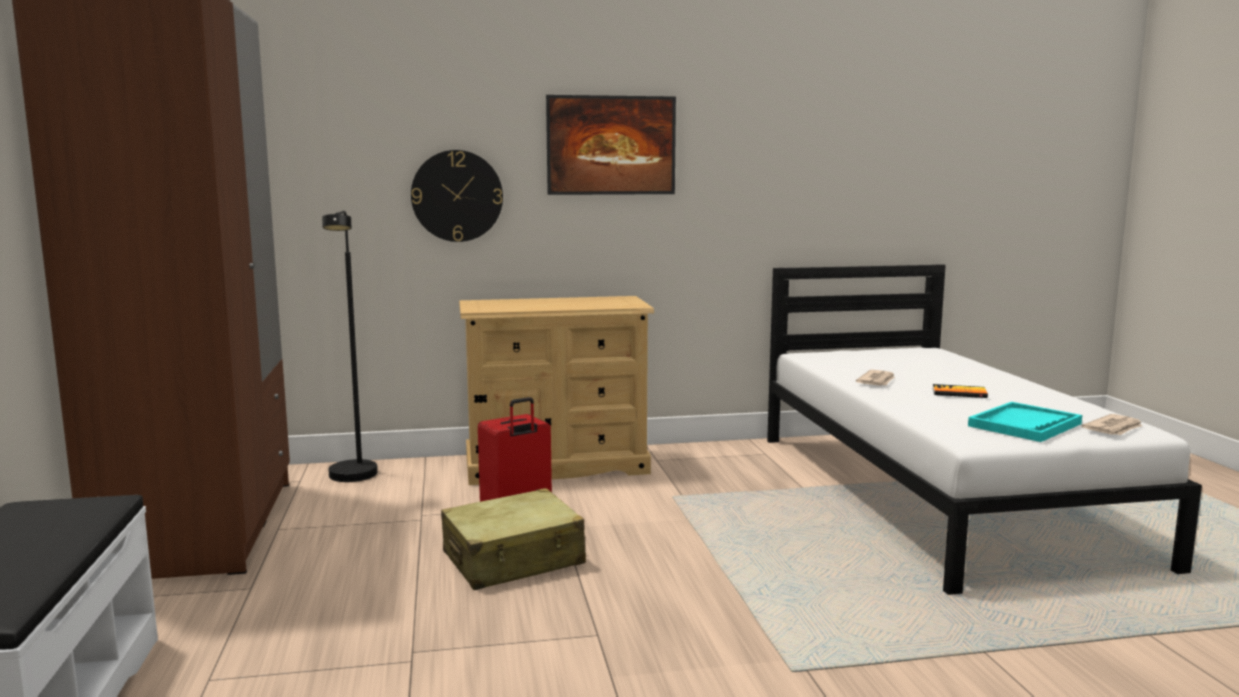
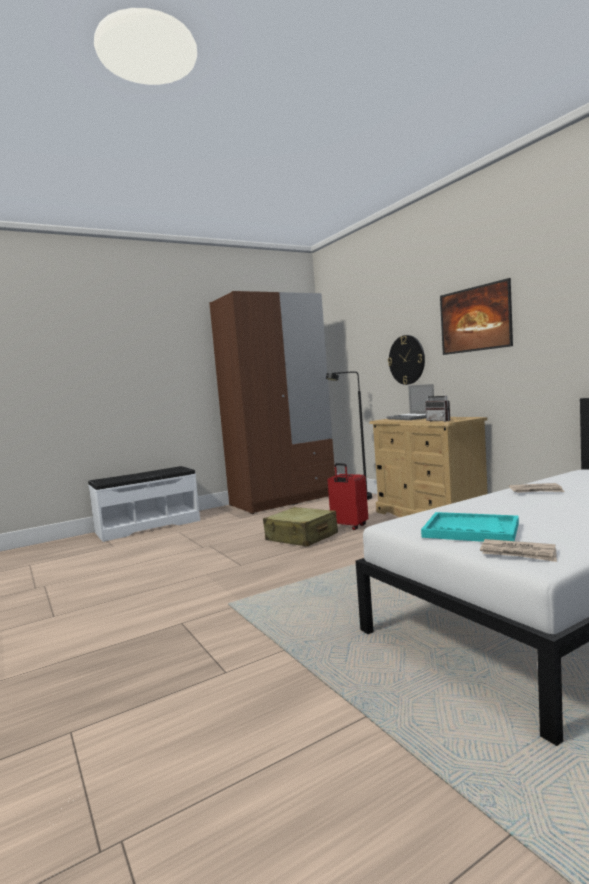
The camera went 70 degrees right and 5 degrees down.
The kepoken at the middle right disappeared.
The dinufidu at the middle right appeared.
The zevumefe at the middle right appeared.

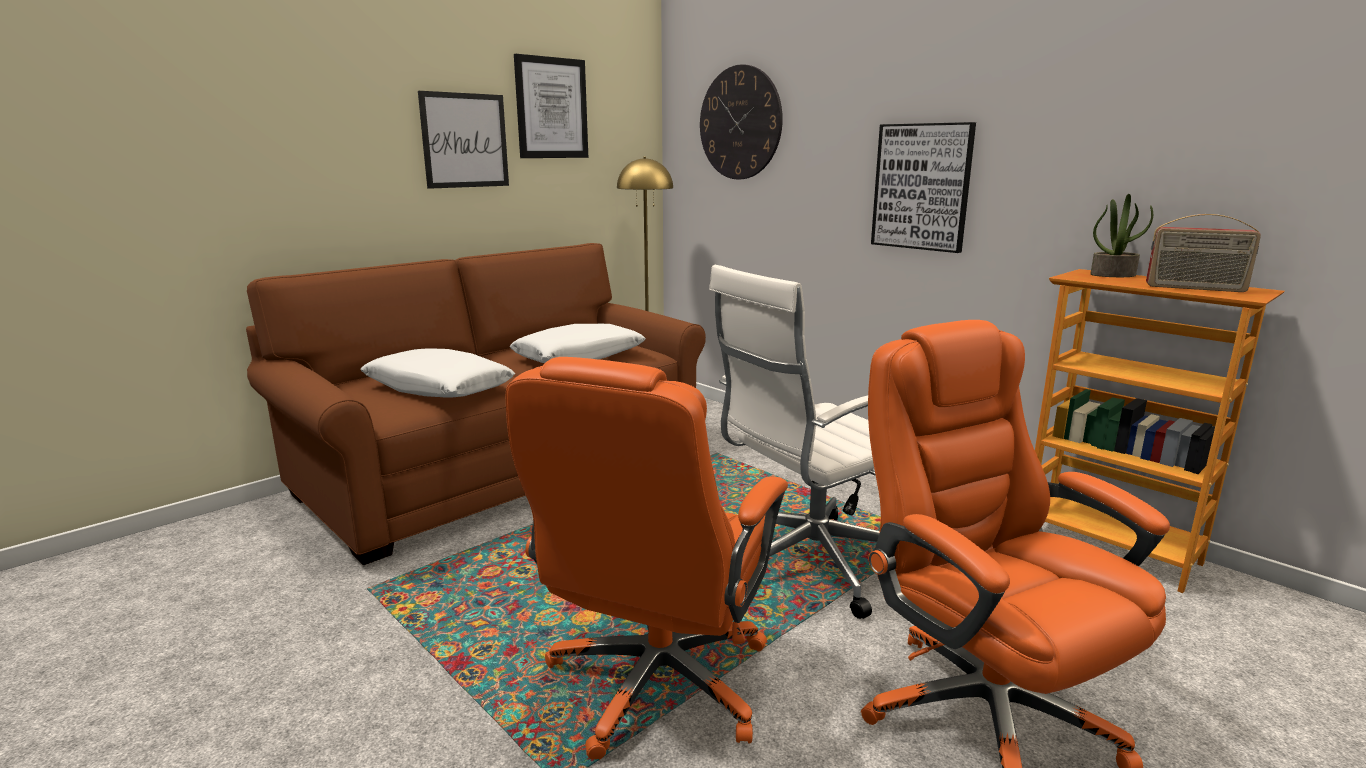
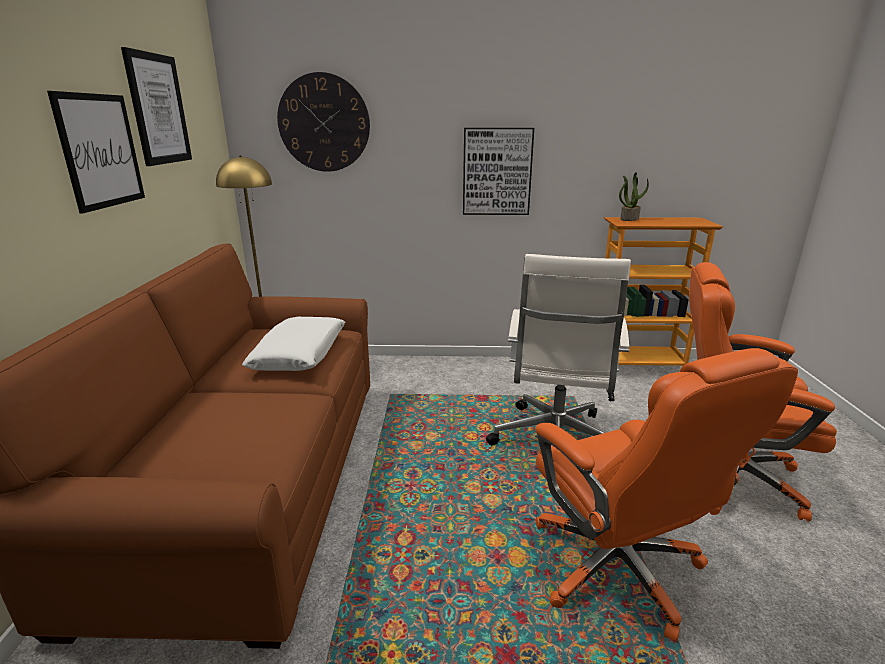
The camera went 45 degrees left and 5 degrees up.
The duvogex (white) (no. 1 from left) at the middle left disappeared.
The zevumefe at the top right disappeared.

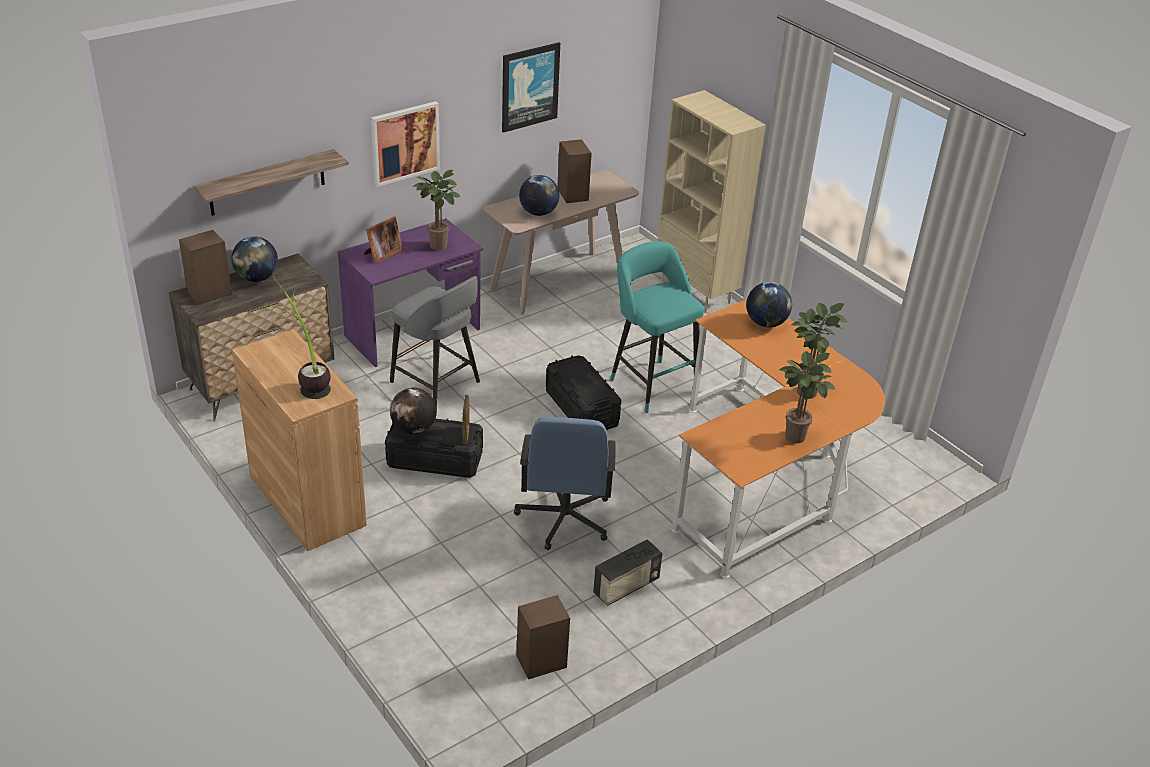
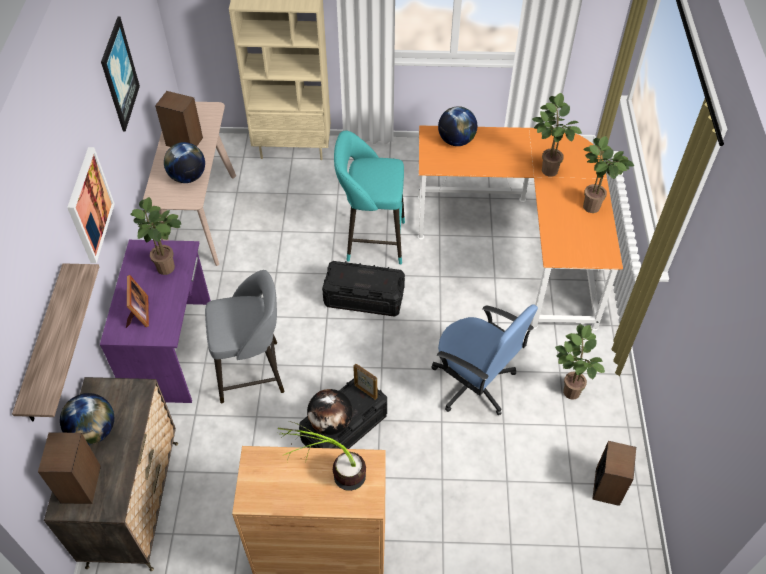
The camera went 50 degrees left and 15 degrees up.
The zevumefe at the bottom centre was replaced by the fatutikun (no. 4 from left) at the middle right.

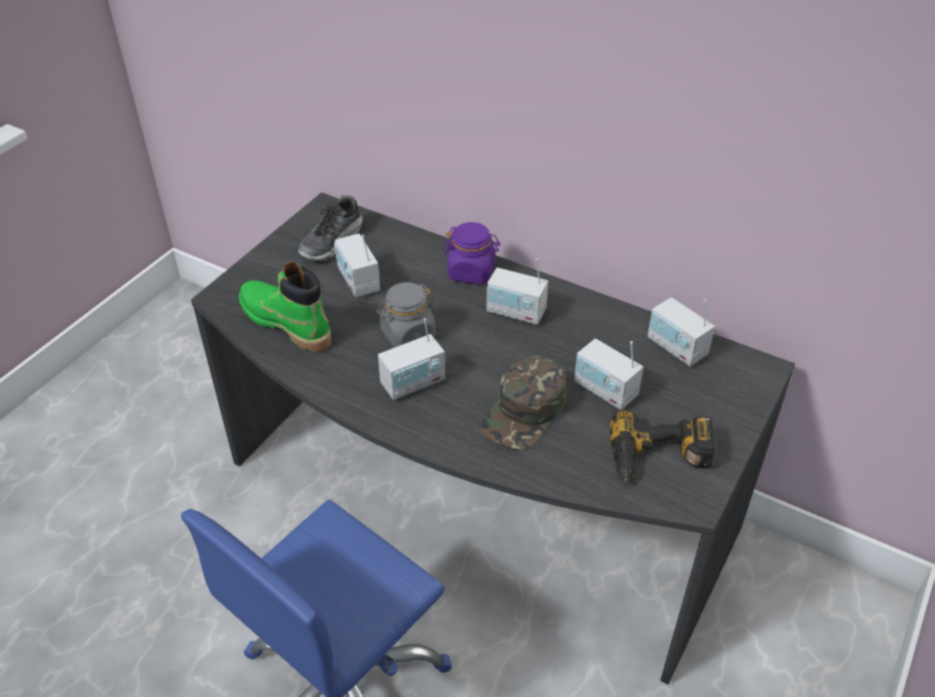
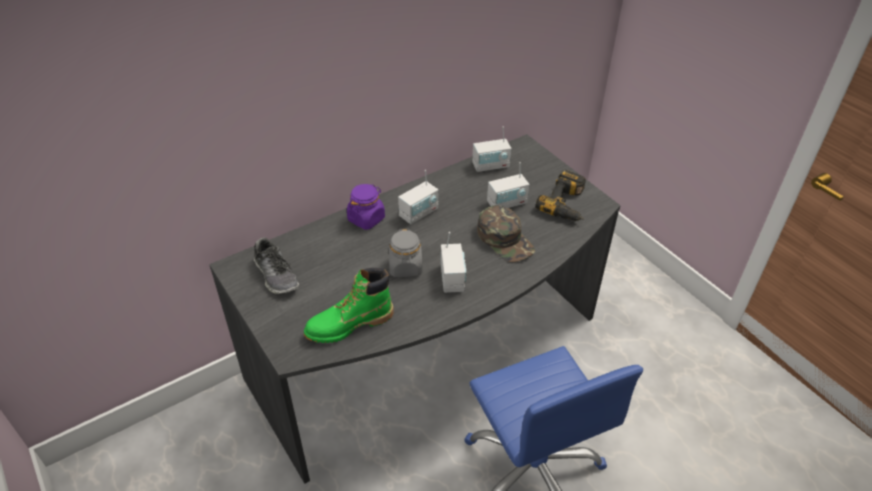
The camera went 65 degrees left and 0 degrees up.
The zevumefe (no. 1 from left) at the centre disappeared.

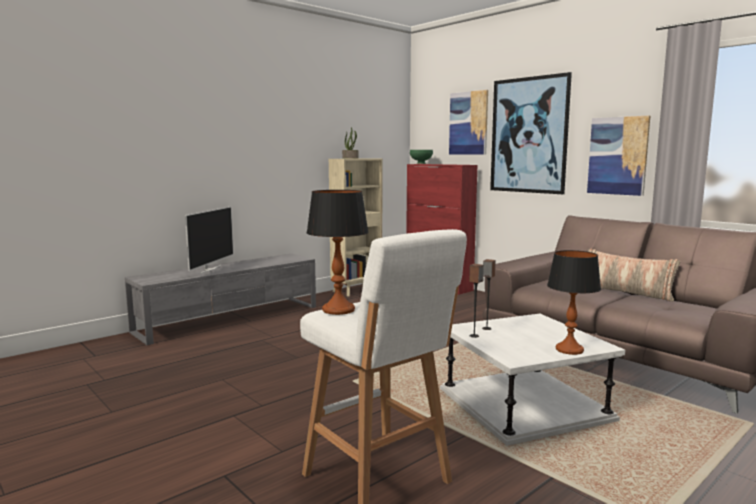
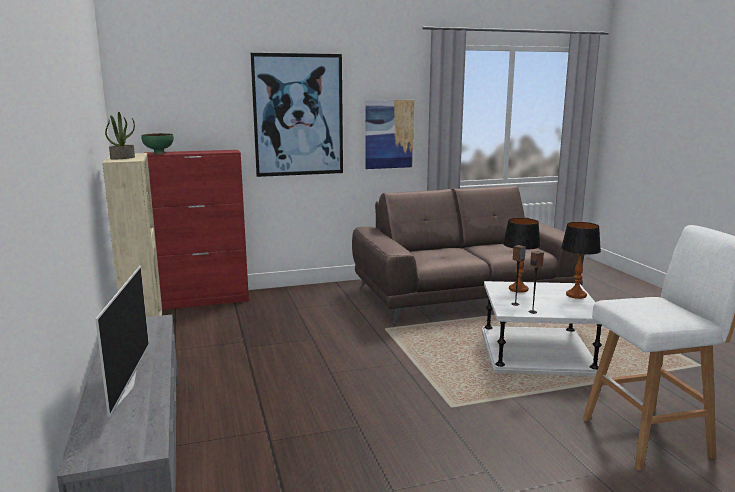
The camera went 65 degrees left and 5 degrees up.
The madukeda (no. 1 from left) at the top centre disappeared.
The duvogex at the middle right disappeared.
The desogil (no. 1 from left) moved from the centre to the middle right.
The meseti at the middle left turned 45 degrees clockwise.

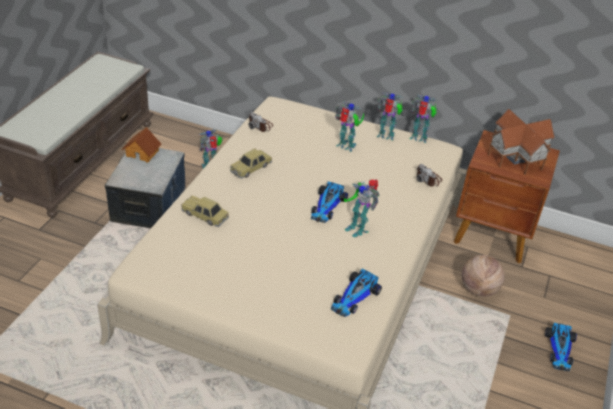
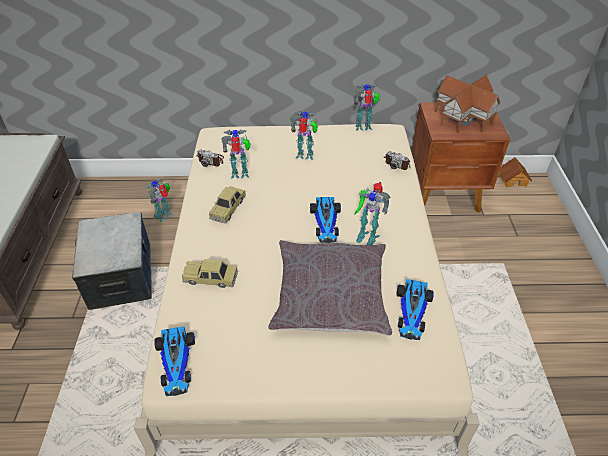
The camera went 20 degrees left and 5 degrees up.
The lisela at the bottom right disappeared.
The duvogex (grey) at the centre appeared.
The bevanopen (no. 1 from left in the first image) moved from the middle left to the middle right.
The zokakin (no. 4 from left in the first image) moved from the top centre to the centre.
The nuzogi (no. 5 from left in the first image) moved from the bottom right to the bottom left.

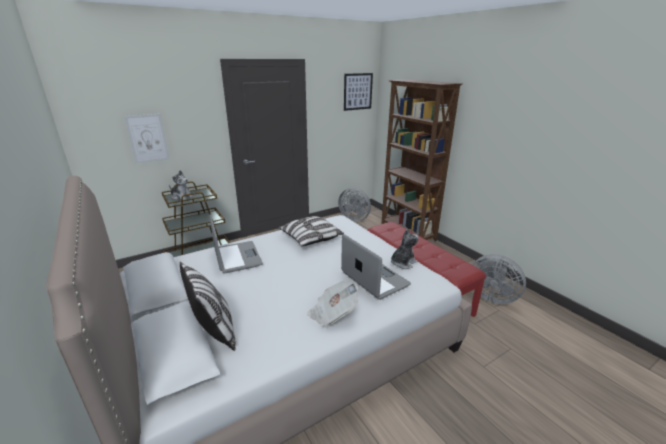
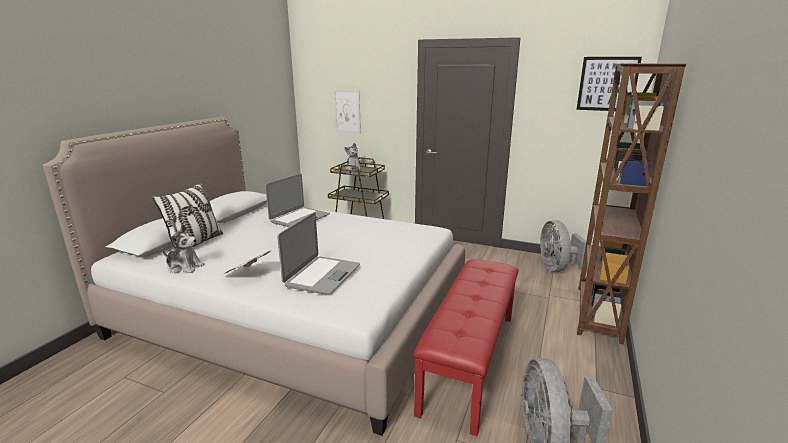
The camera went 55 degrees right and 5 degrees down.
The duvogex (no. 2 from left) at the centre disappeared.
The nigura (no. 2 from left in the first image) moved from the centre to the middle left.

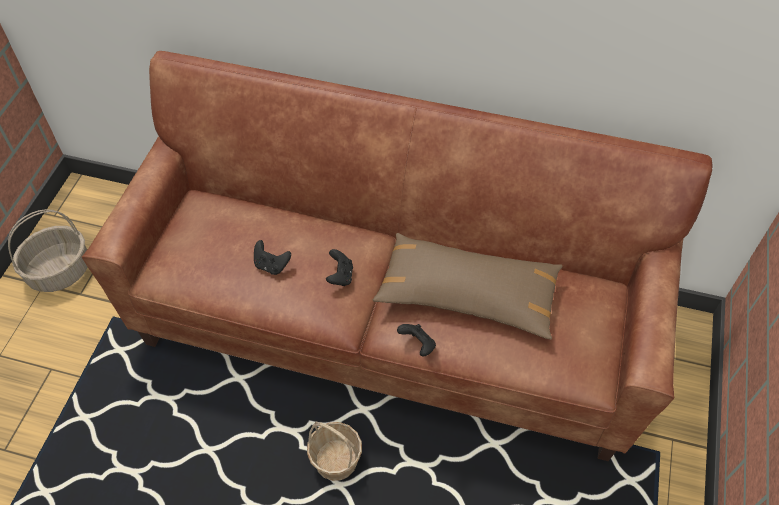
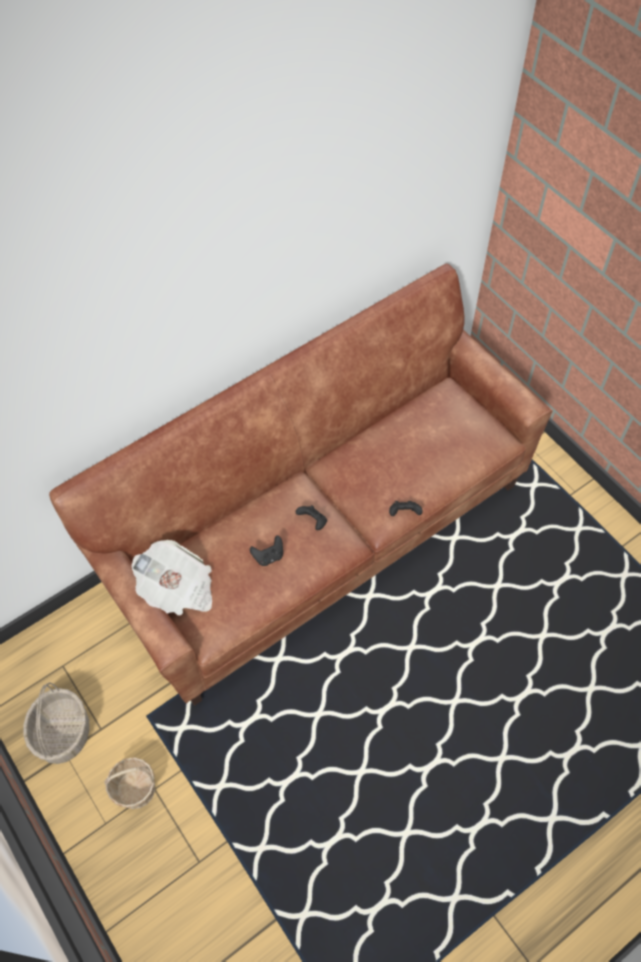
The camera went 50 degrees left and 5 degrees up.
The duvogex (brown) at the centre disappeared.
The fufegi at the middle left appeared.
The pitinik (no. 2 from left) moved from the bottom centre to the bottom left.

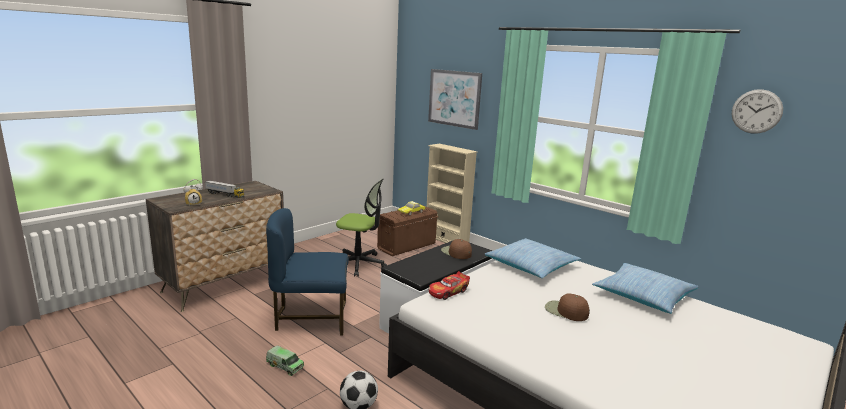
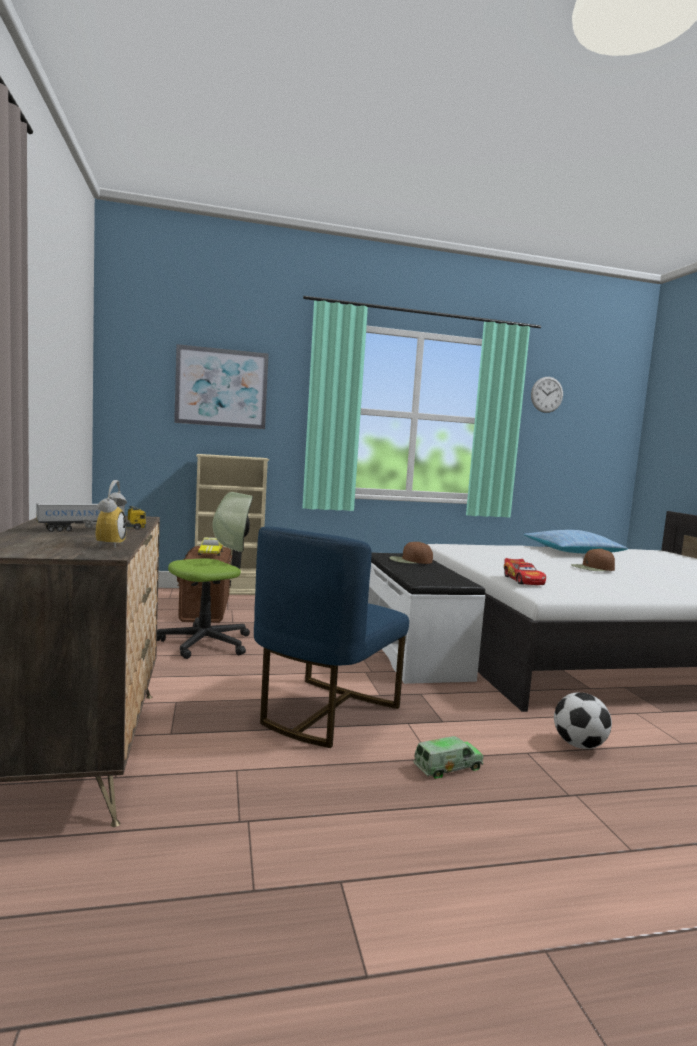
The camera went 55 degrees left and 10 degrees down.
The duvogex (no. 1 from left) at the centre disappeared.

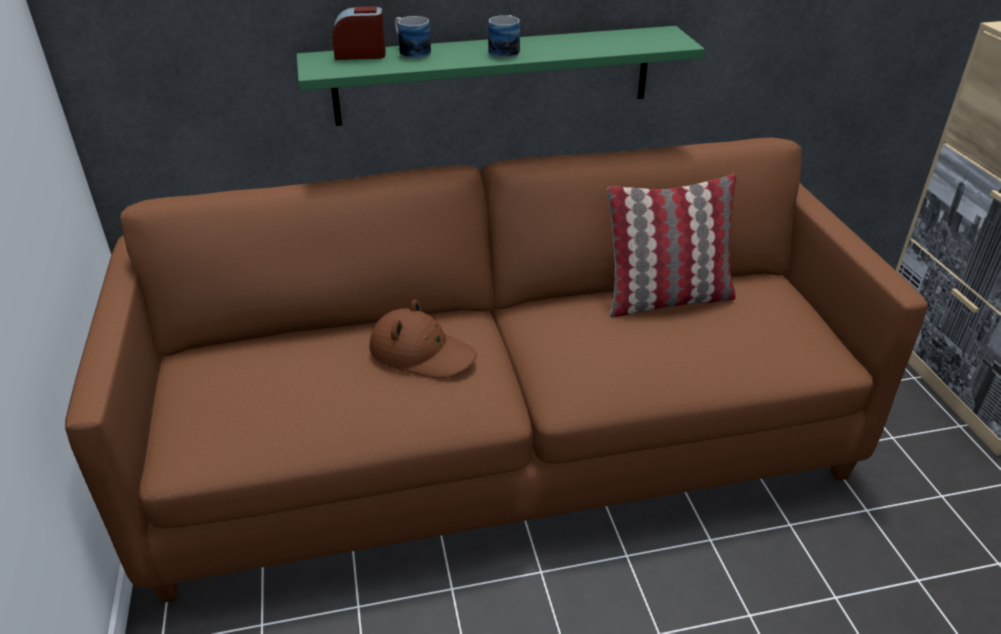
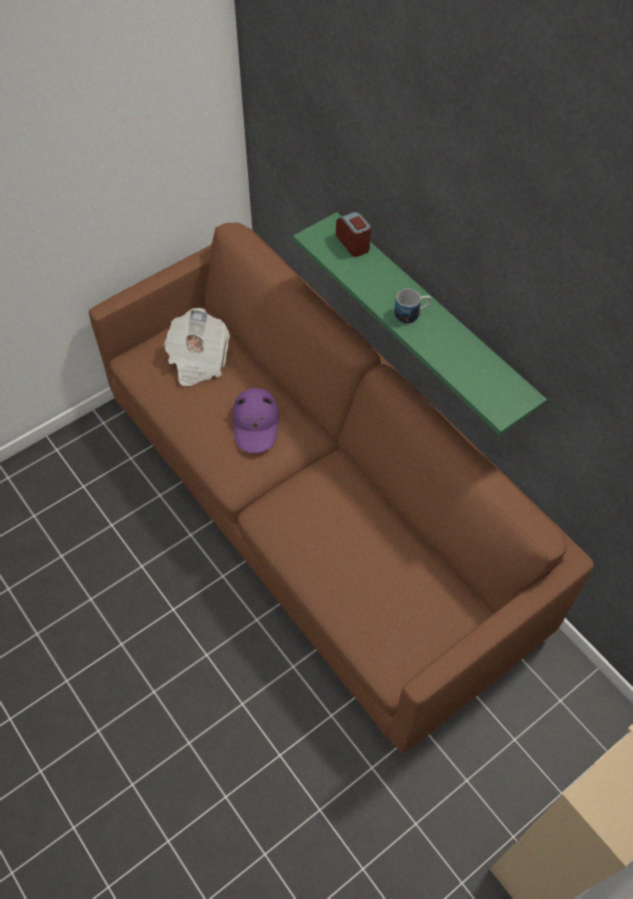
The camera went 65 degrees right and 20 degrees up.
The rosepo (no. 1 from left) at the top centre disappeared.
The duvogex at the middle right disappeared.
The fufegi at the middle left appeared.
The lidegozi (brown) at the centre became the lidegozi (purple) at the centre.

